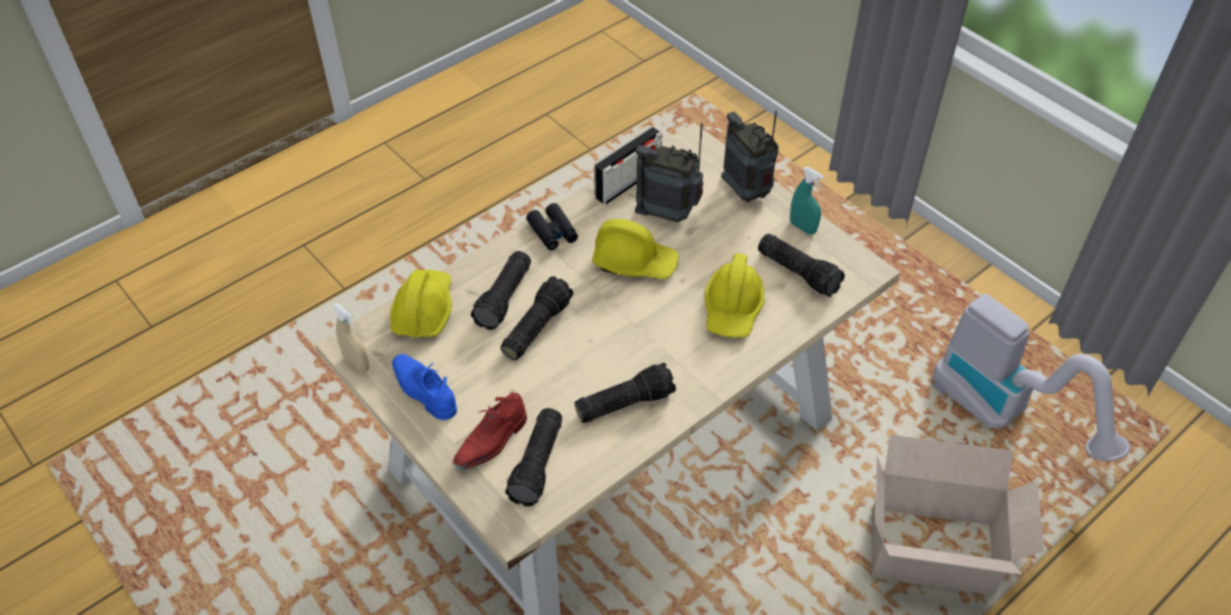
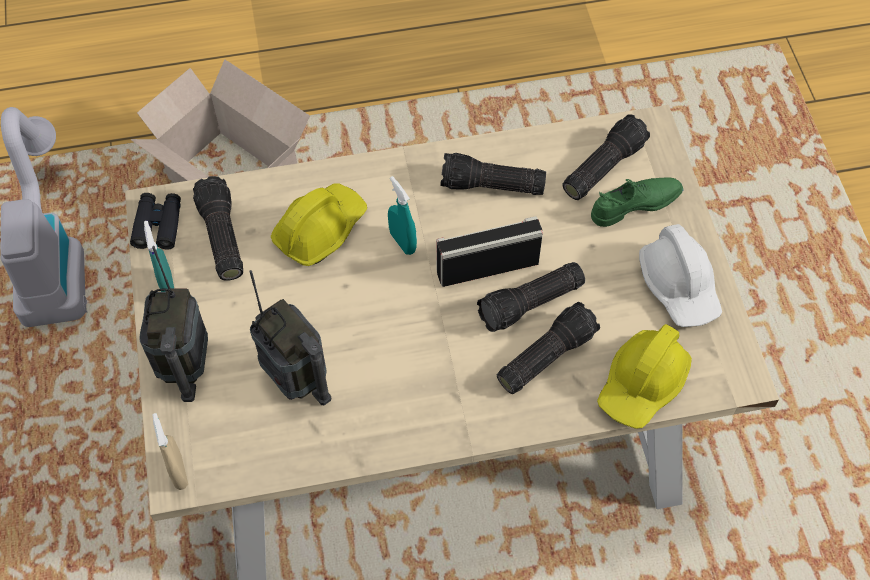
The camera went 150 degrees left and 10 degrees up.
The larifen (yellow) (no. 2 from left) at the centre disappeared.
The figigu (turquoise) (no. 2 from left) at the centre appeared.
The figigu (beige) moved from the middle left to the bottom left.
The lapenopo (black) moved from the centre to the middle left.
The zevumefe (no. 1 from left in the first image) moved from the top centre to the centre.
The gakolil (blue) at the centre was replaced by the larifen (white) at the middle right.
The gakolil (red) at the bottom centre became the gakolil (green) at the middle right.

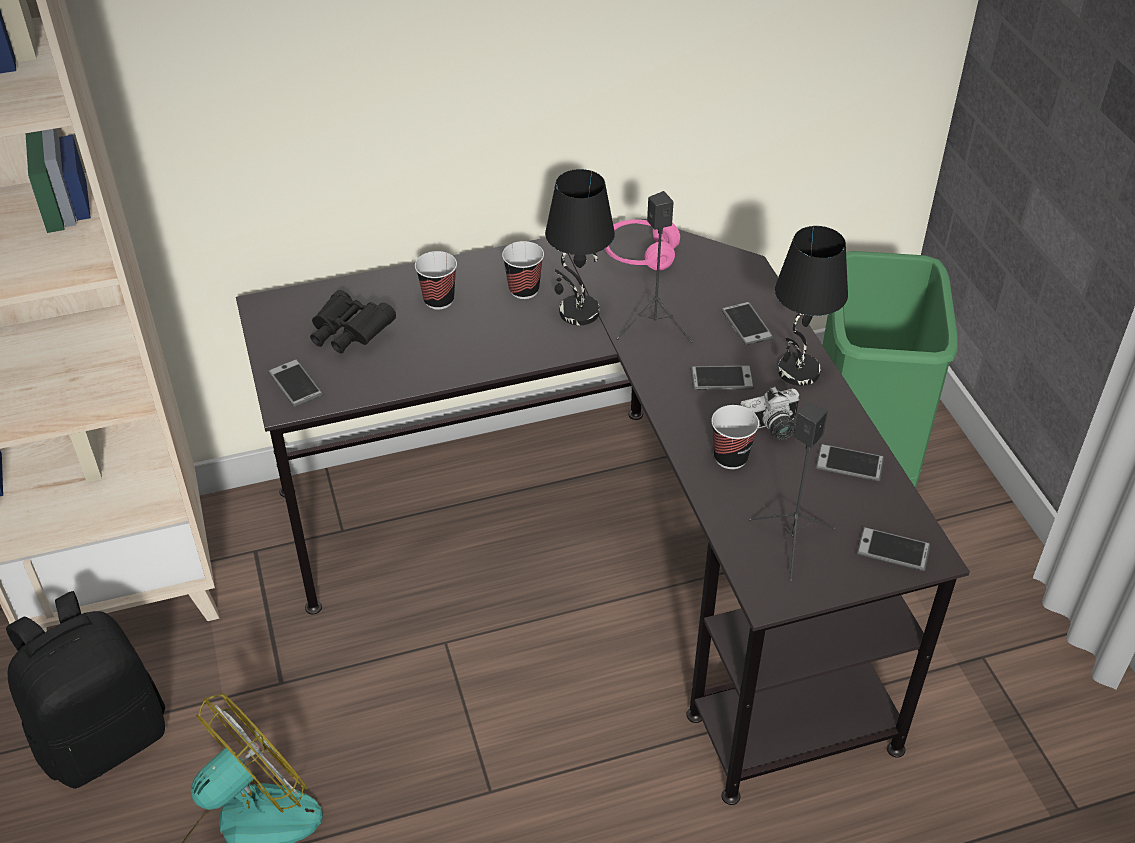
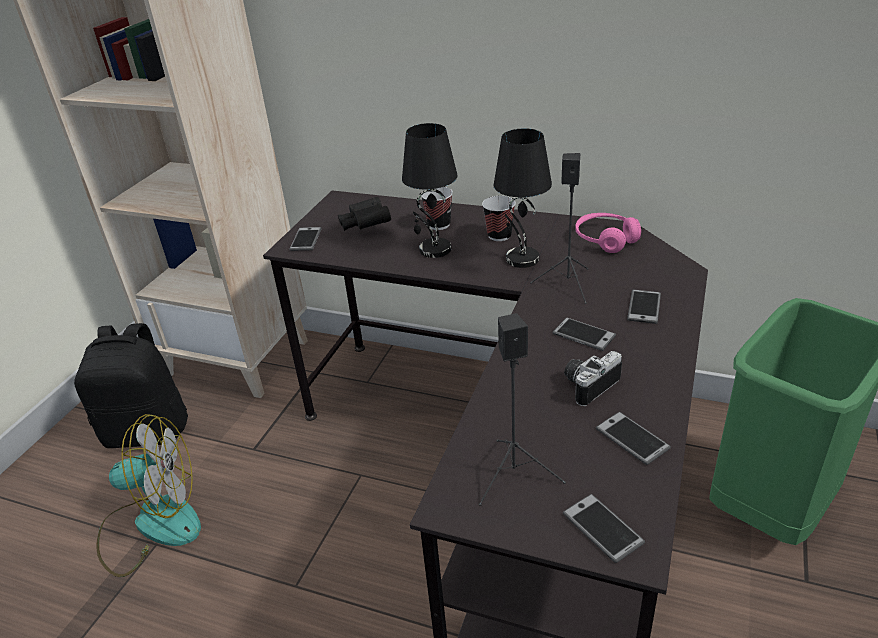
The camera went 40 degrees right and 10 degrees down.
The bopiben (no. 3 from left) at the centre disappeared.
The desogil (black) (no. 2 from left in the first image) moved from the middle right to the top centre.
The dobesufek at the middle right turned 120 degrees clockwise.

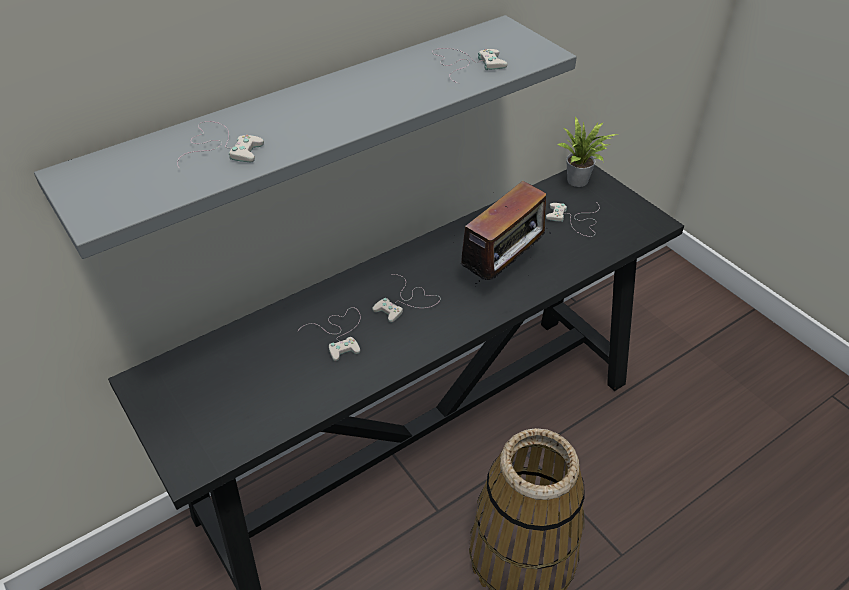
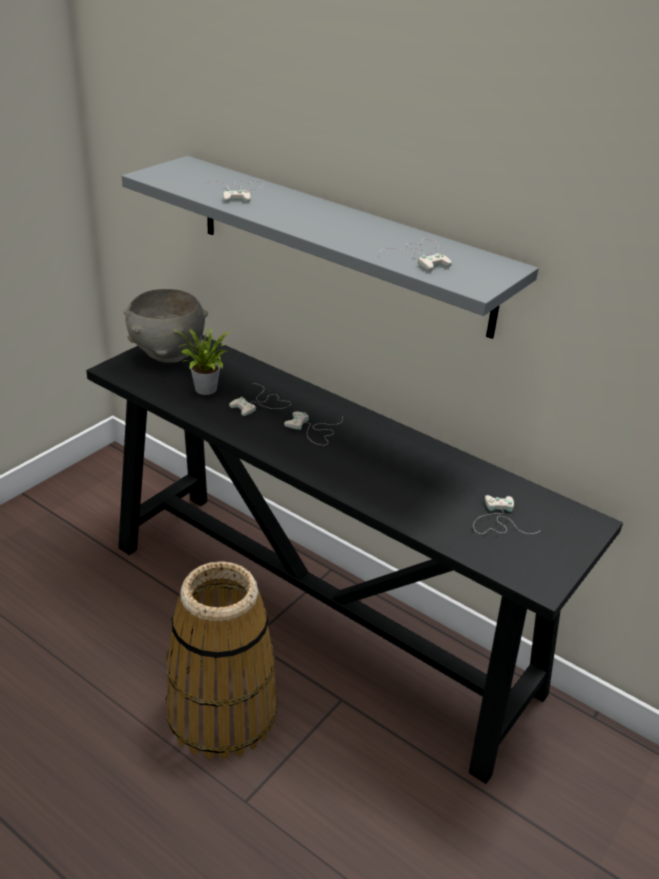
The camera went 70 degrees right and 10 degrees down.
The zevumefe at the centre disappeared.
The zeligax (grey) at the middle left appeared.
The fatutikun moved from the top right to the middle left.

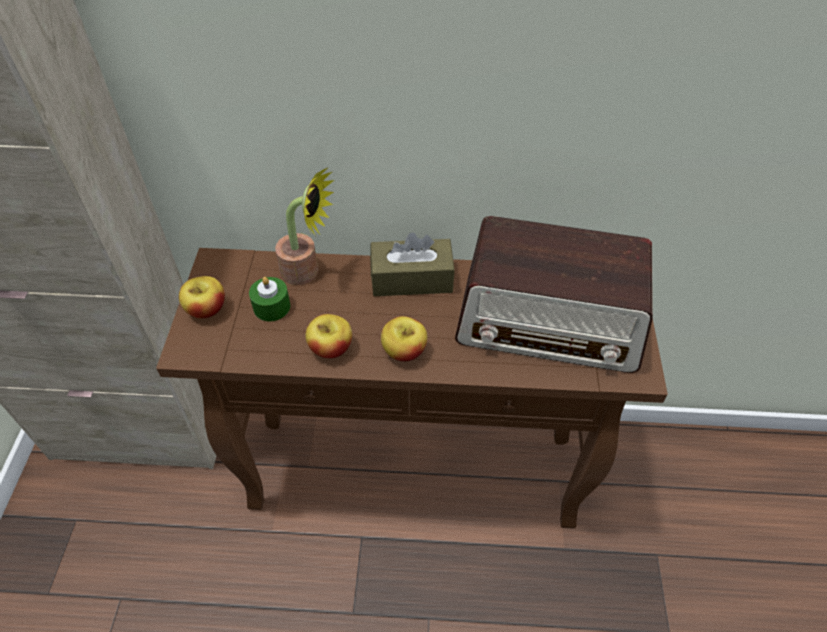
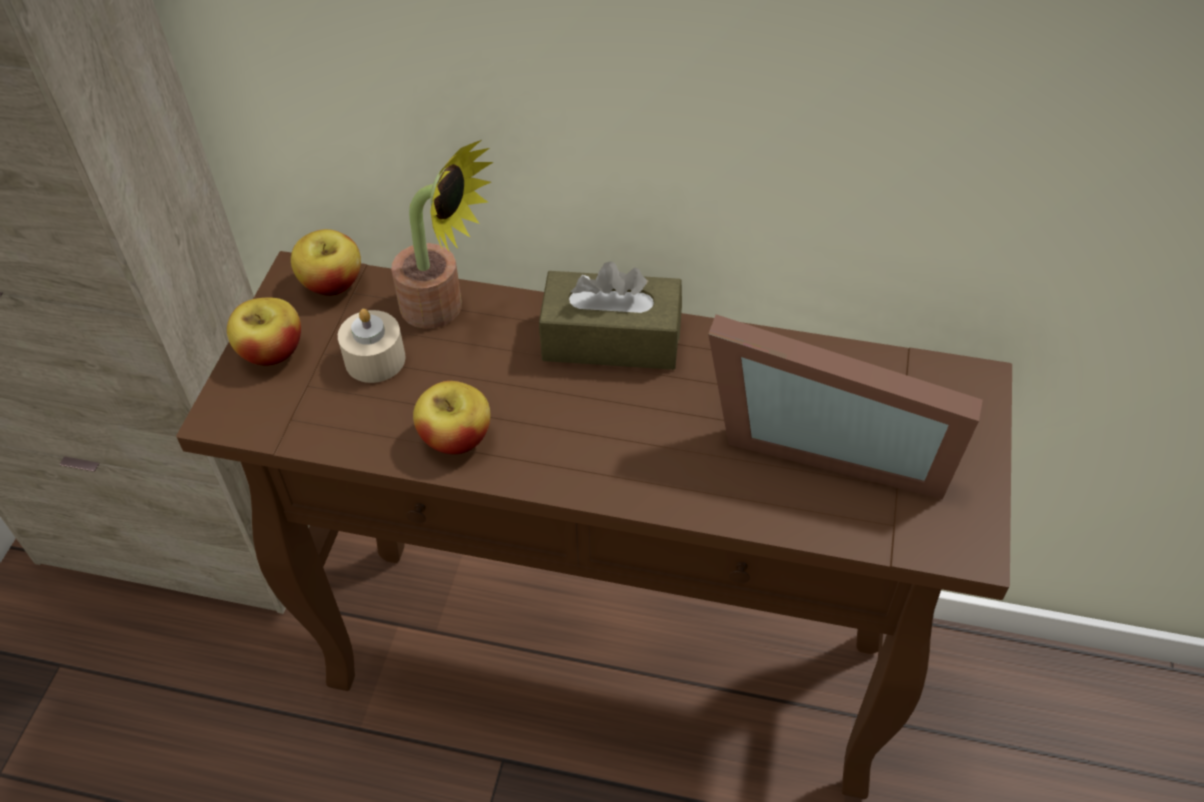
The camera went 10 degrees right and 0 degrees up.
The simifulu (no. 3 from left in the first image) moved from the centre to the top left.
The zevumefe at the middle right was replaced by the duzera at the middle right.
The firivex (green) at the middle left became the firivex (beige) at the middle left.

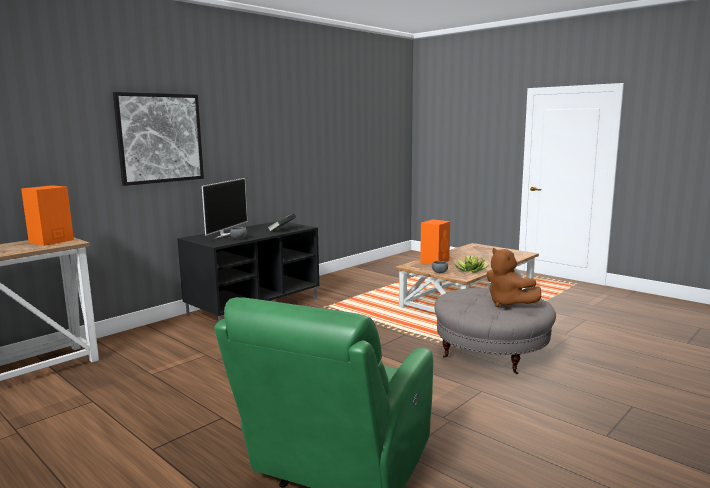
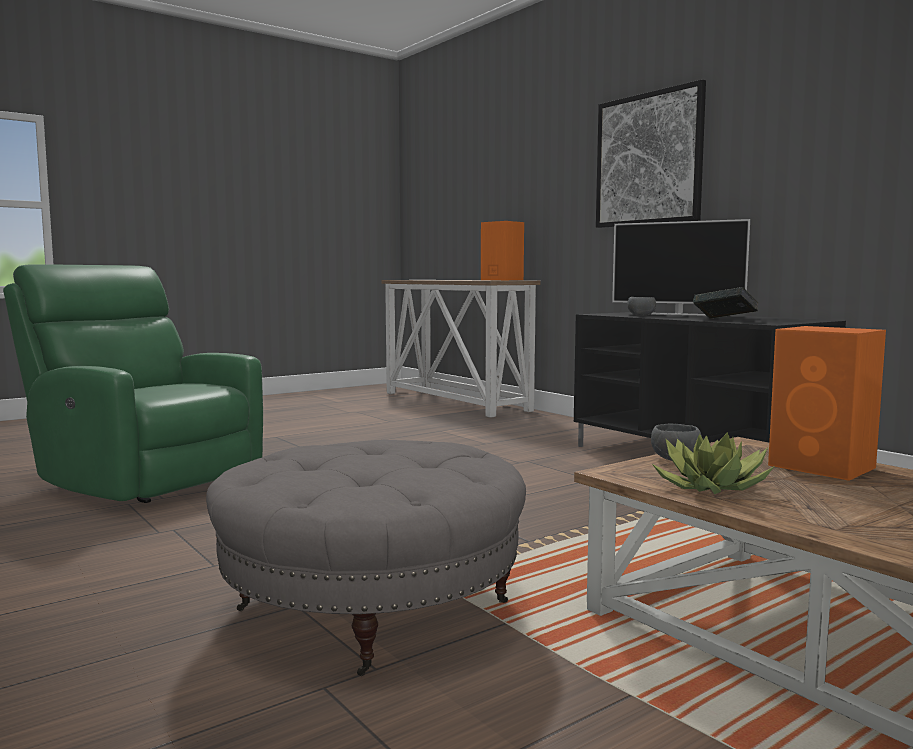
The camera went 100 degrees right and 5 degrees down.
The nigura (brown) at the middle right disappeared.

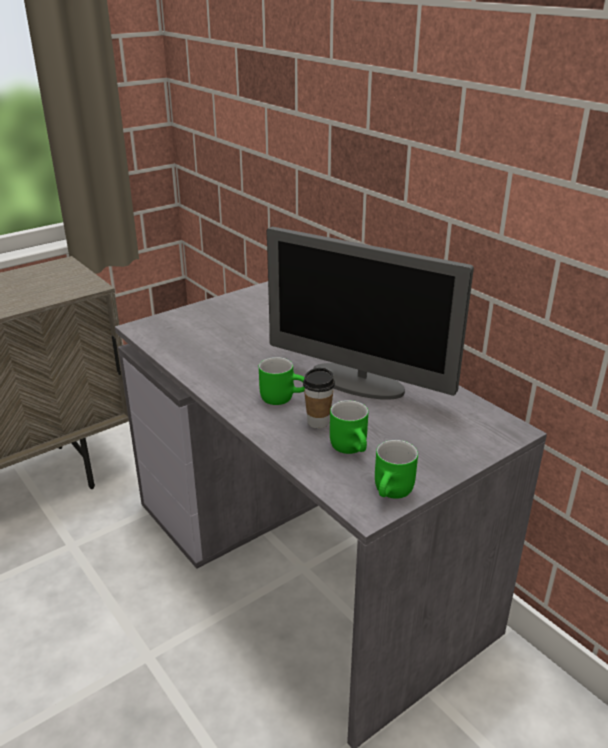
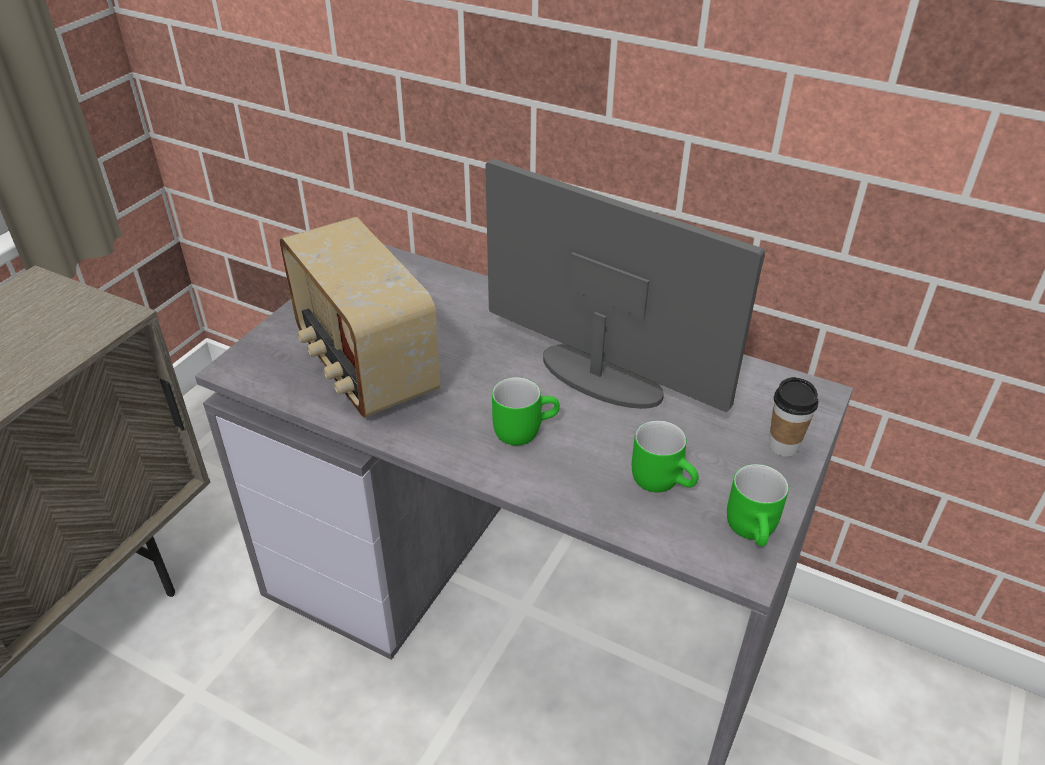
The camera went 25 degrees left and 10 degrees up.
The zevumefe at the centre appeared.
The bopiben moved from the centre to the middle right.
The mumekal at the centre turned 150 degrees counterclockwise.

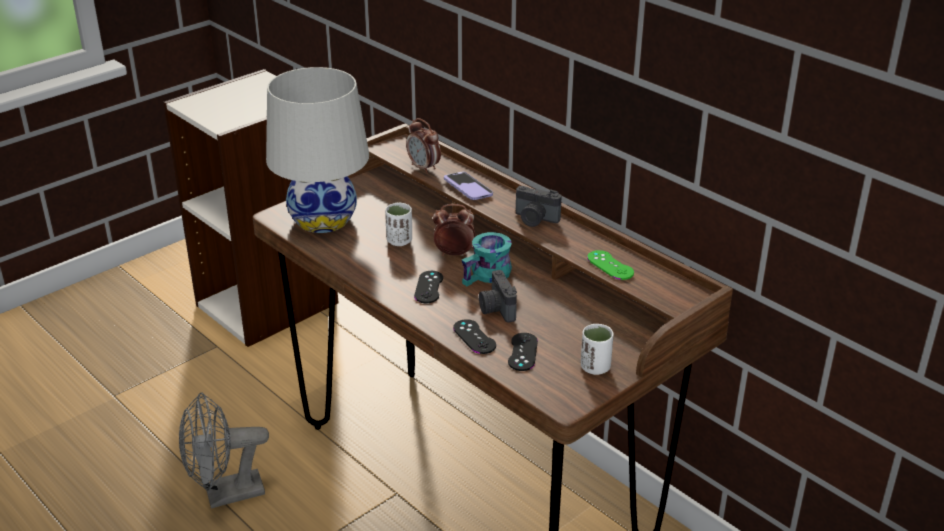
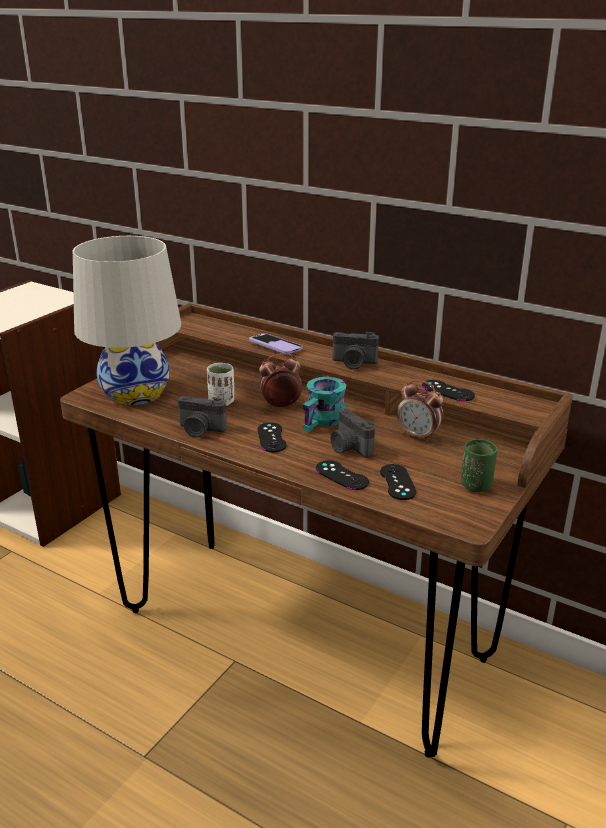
The camera went 15 degrees left and 5 degrees down.
The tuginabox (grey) at the bottom left disappeared.
The dobesufek (no. 1 from left) at the centre appeared.
The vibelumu (no. 1 from left in the first image) moved from the top centre to the middle right.
The bopiben (white) (no. 2 from left) at the centre became the bopiben (green) at the middle right.
The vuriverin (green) at the centre became the vuriverin (black) (no. 4 from left) at the middle right.

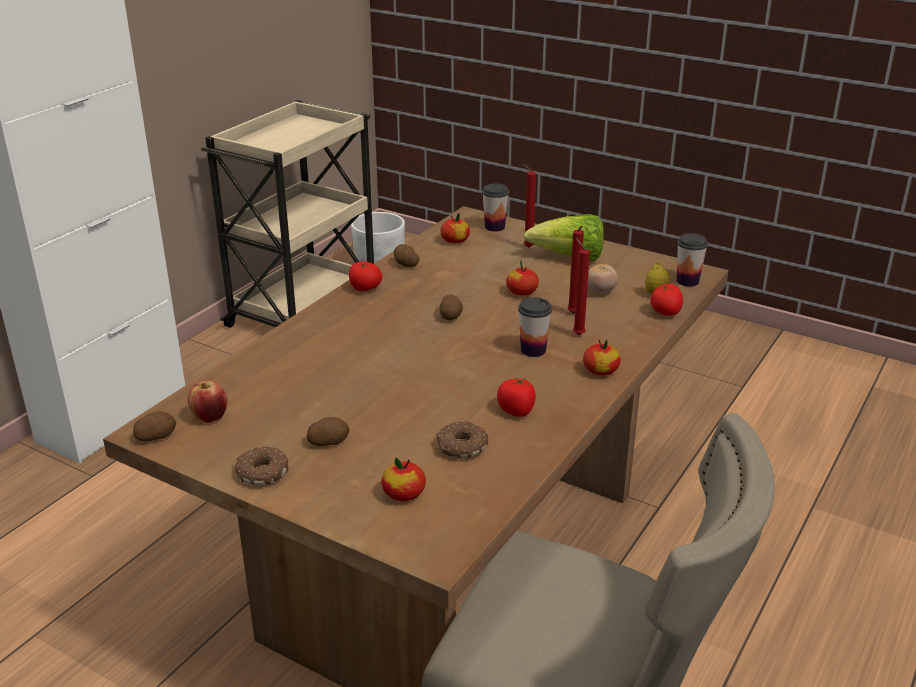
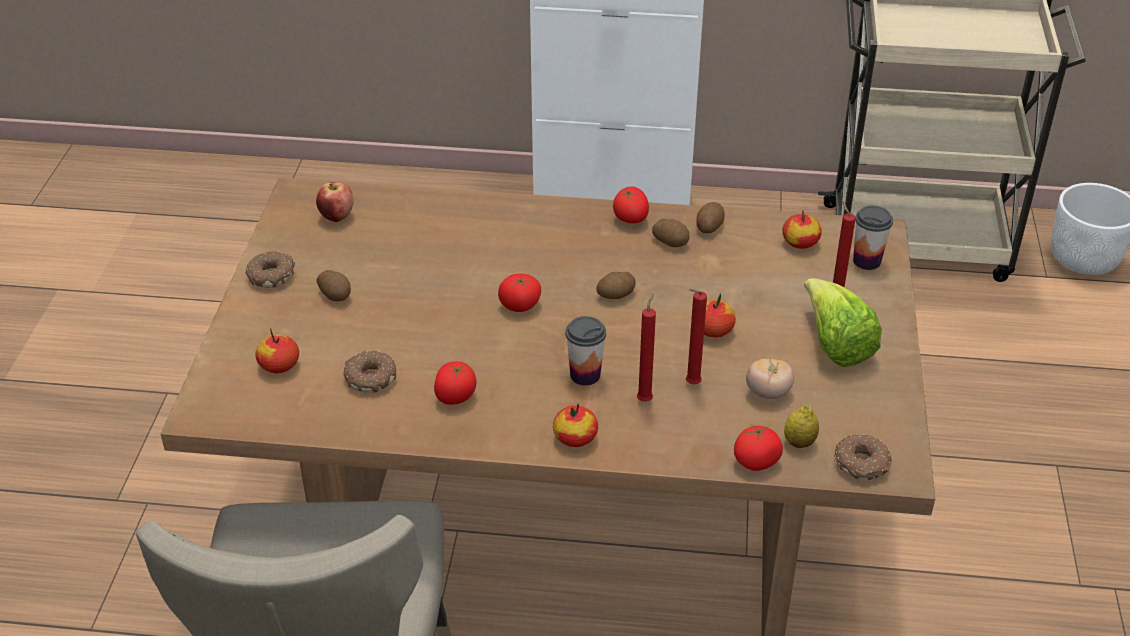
The camera went 65 degrees right and 10 degrees up.
The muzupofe (no. 2 from left) at the centre appeared.
The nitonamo (no. 1 from left in the first image) moved from the middle left to the centre.
The bopiben (no. 3 from left) at the middle right was replaced by the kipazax (no. 3 from left) at the bottom right.

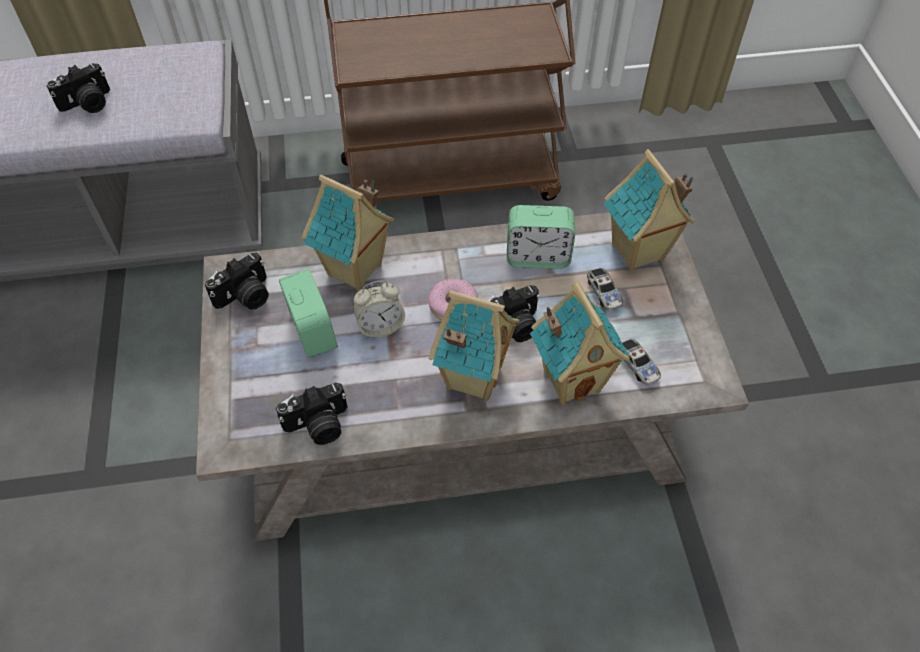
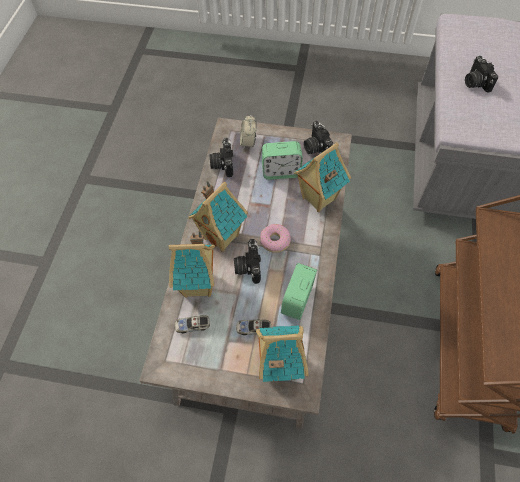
The camera went 110 degrees right and 5 degrees up.
The vibelumu (no. 2 from left in the first image) moved from the centre to the top centre.

